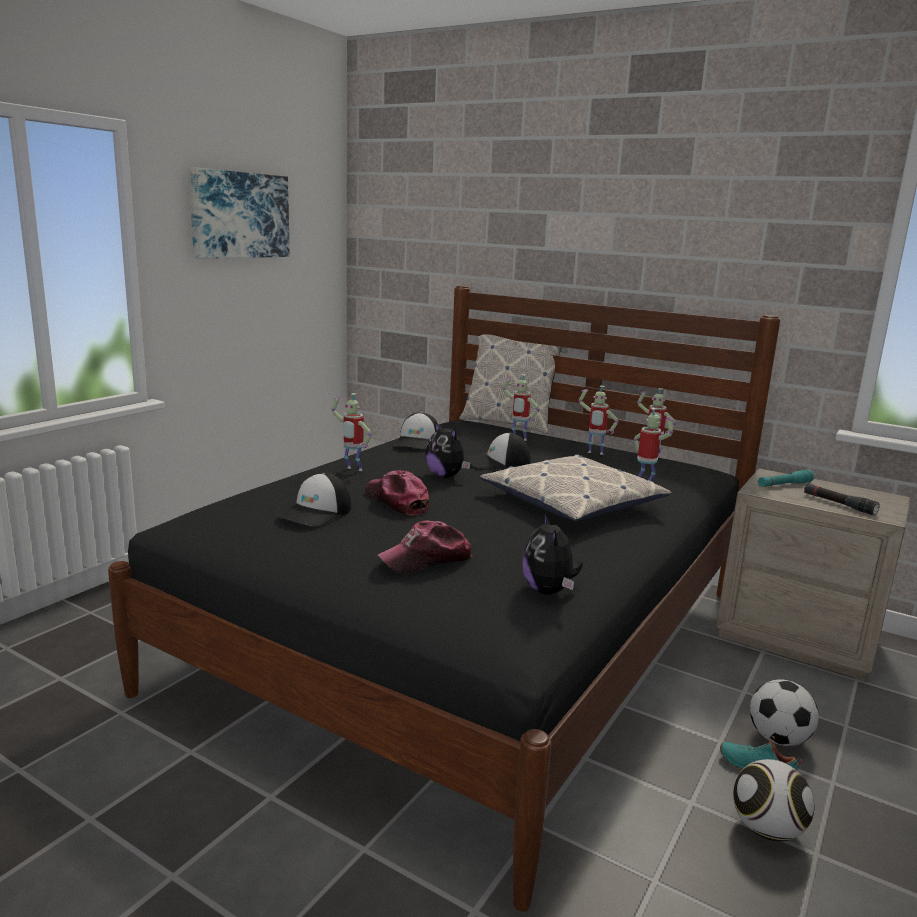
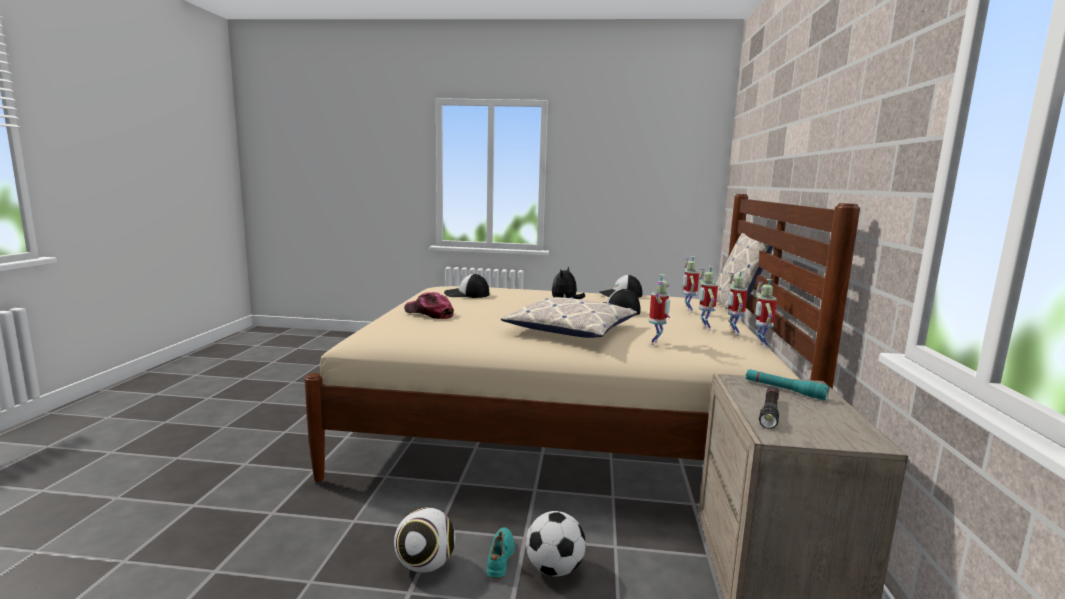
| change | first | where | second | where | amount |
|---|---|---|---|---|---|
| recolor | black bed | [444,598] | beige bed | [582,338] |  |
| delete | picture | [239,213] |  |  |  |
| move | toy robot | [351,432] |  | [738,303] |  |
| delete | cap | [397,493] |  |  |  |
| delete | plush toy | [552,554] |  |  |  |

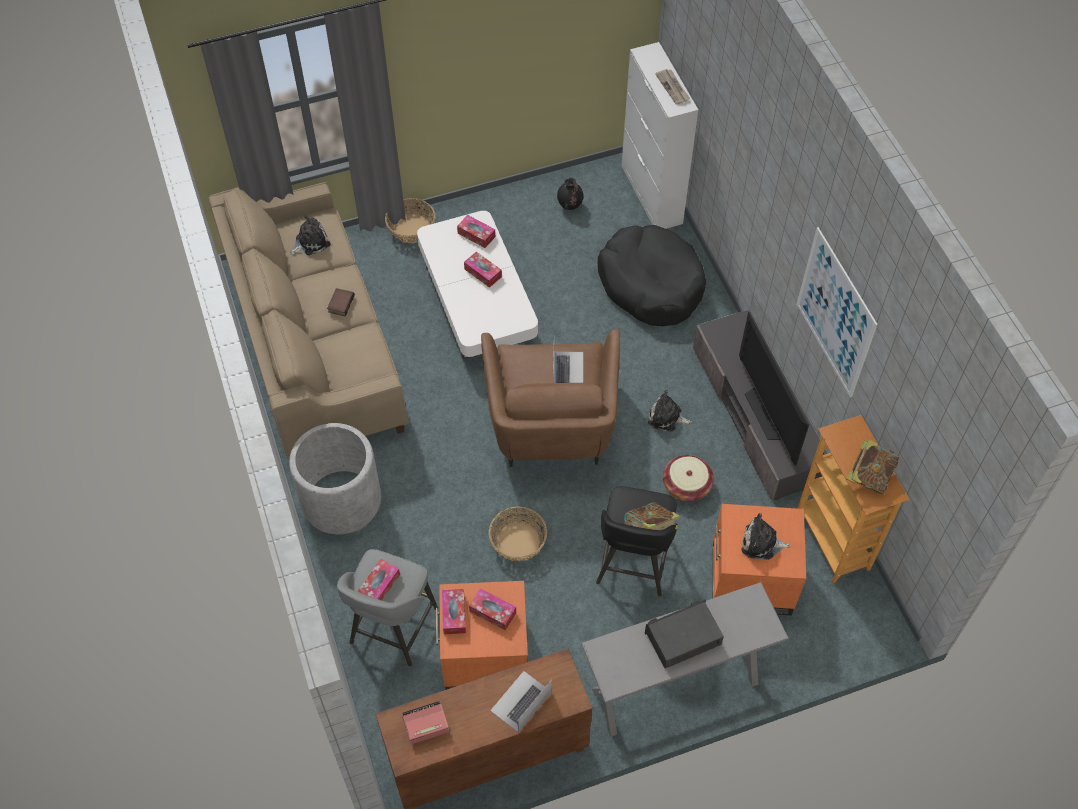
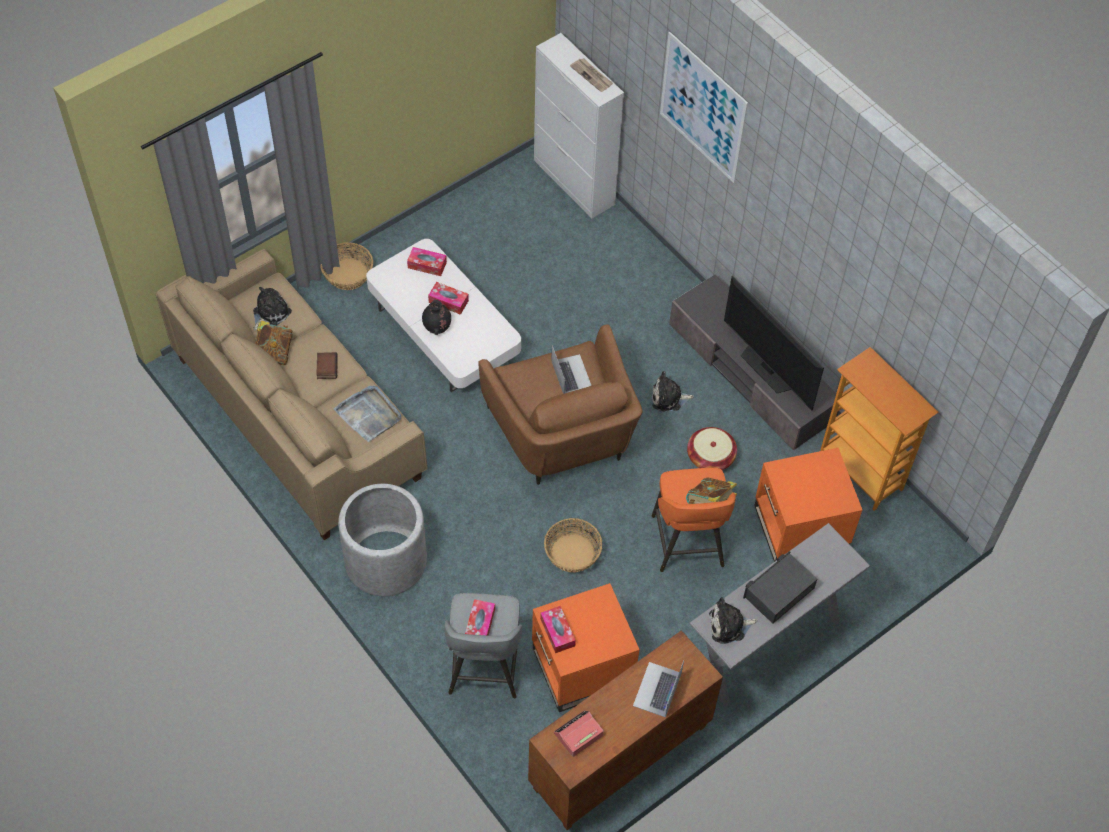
| change | first | where | second | where | amount |
|---|---|---|---|---|---|
| delete | tissue box | [492,609] |  |  |  |
| move | black vase | [570,194] |  | [436,317] |  |
| recolor | black stool | [636,541] | orange stool | [694,520] |  |
| delete | black dog bed | [652,275] |  |  |  |
| move | plush toy | [766,536] |  | [733,620] |  |
| move | picture | [837,312] |  | [704,107] |  |
| move | book | [872,467] |  | [274,343] |  |
| insert |  |  | grey tray | [367,413] |  |

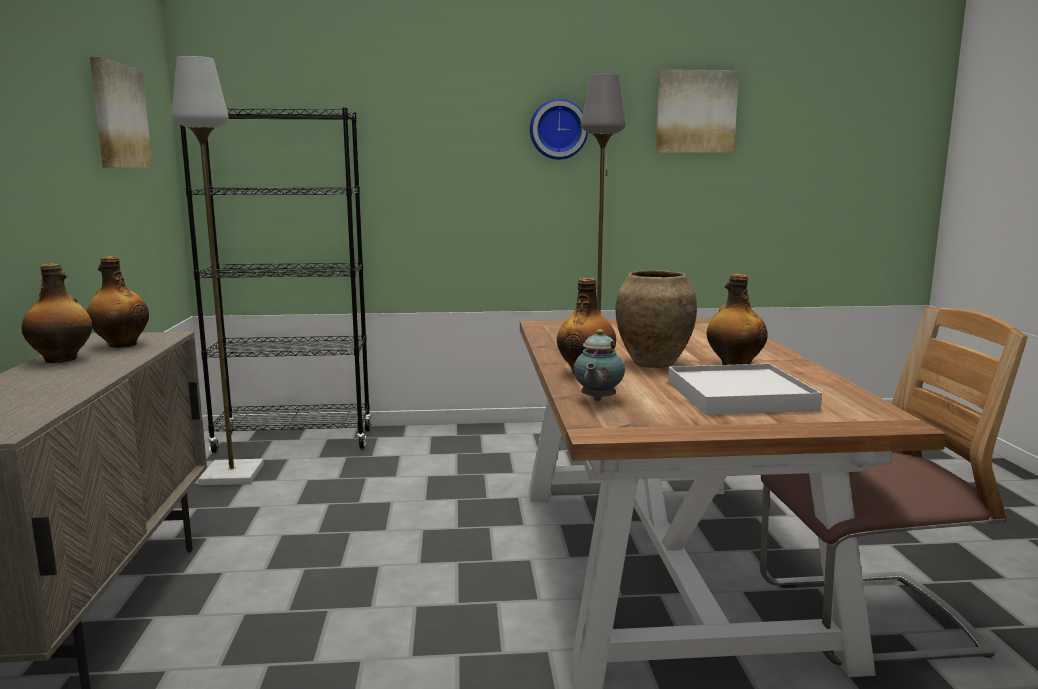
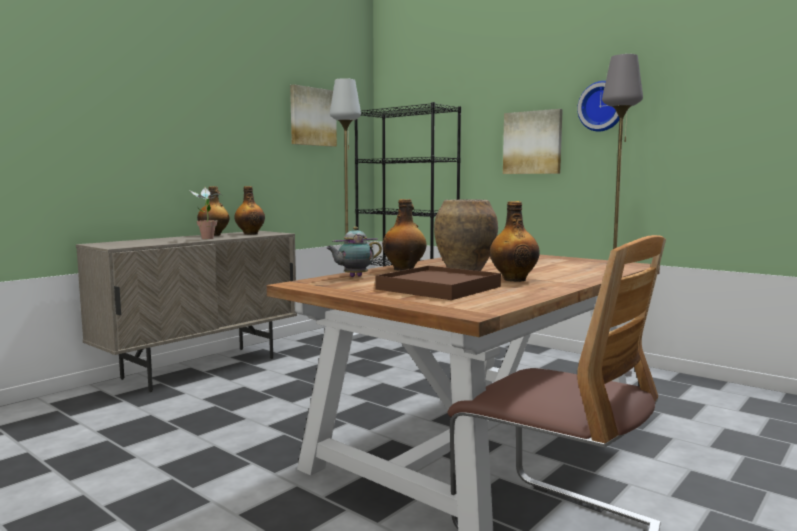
| change | first | where | second | where | amount |
|---|---|---|---|---|---|
| move | picture | [697,111] |  | [533,141] |  |
| recolor | white tray | [745,389] | brown tray | [438,283] |  |
| insert |  |  | potted plant | [205,213] |  |

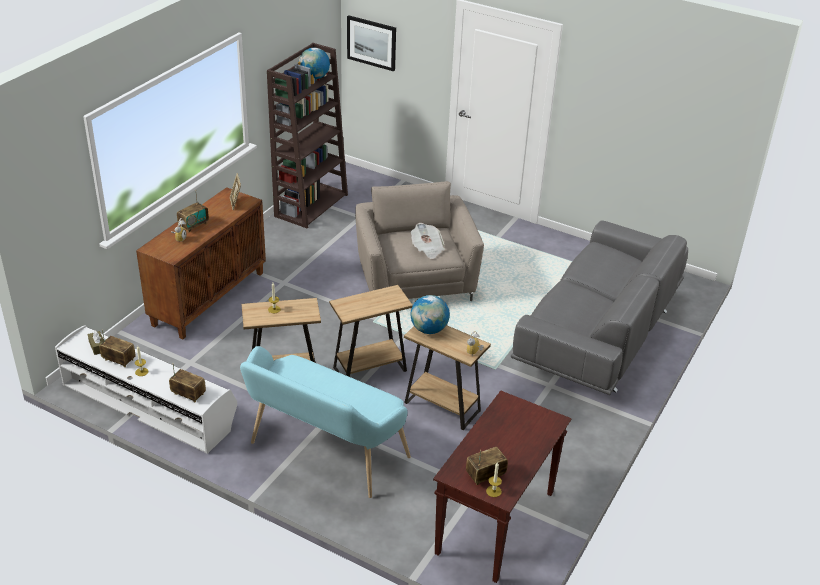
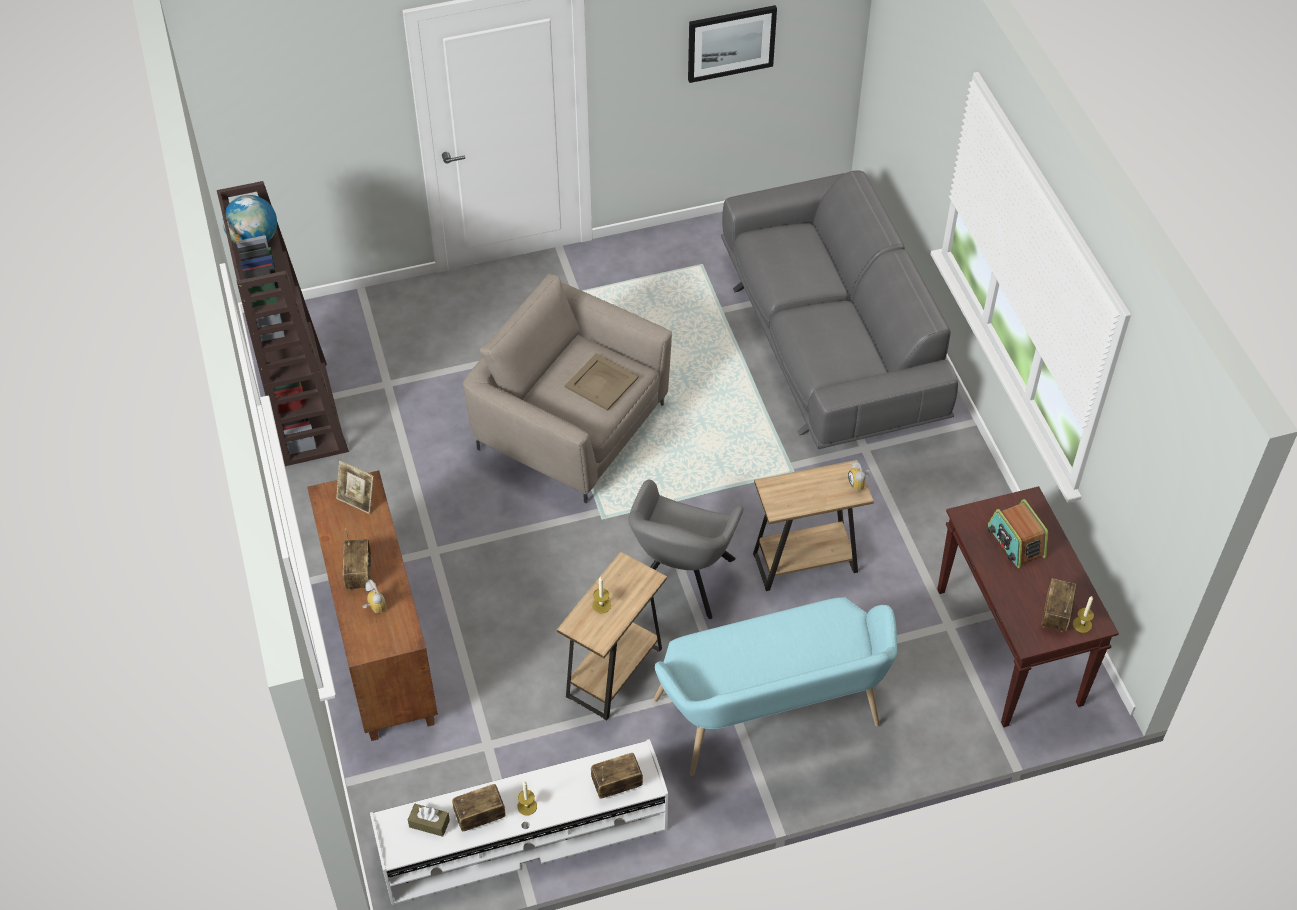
| change | first | where | second | where | amount |
|---|---|---|---|---|---|
| replace | brown side table | [371,331] | grey armchair | [686,549] |  |
| move | picture | [371,43] |  | [732,44] |  |
| replace | newspaper | [428,241] | beige tray | [602,382] |  |
| delete | globe | [430,314] |  |  |  |
| insert |  |  | radio | [1018,533] |  |

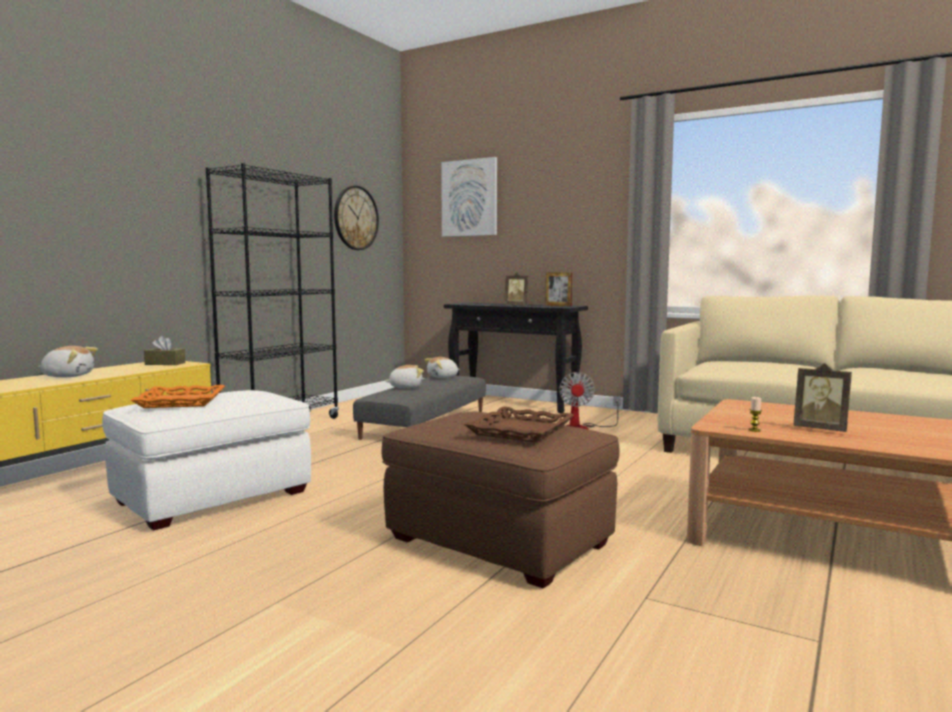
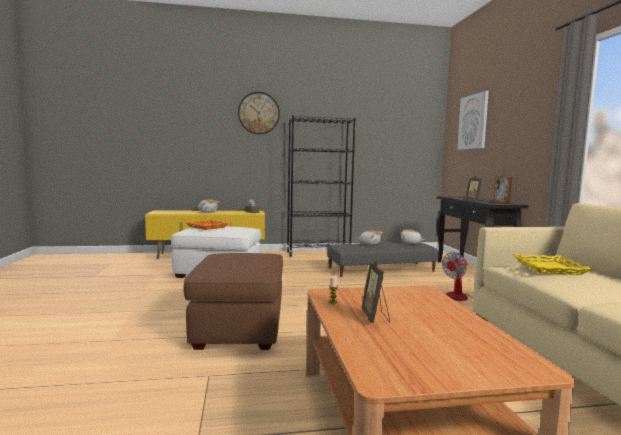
| change | first | where | second | where | amount |
|---|---|---|---|---|---|
| move | wall clock | [356,218] |  | [259,113] |  |
| delete | brown tray | [519,424] |  |  |  |
| insert |  |  | yellow tray | [552,264] |  |

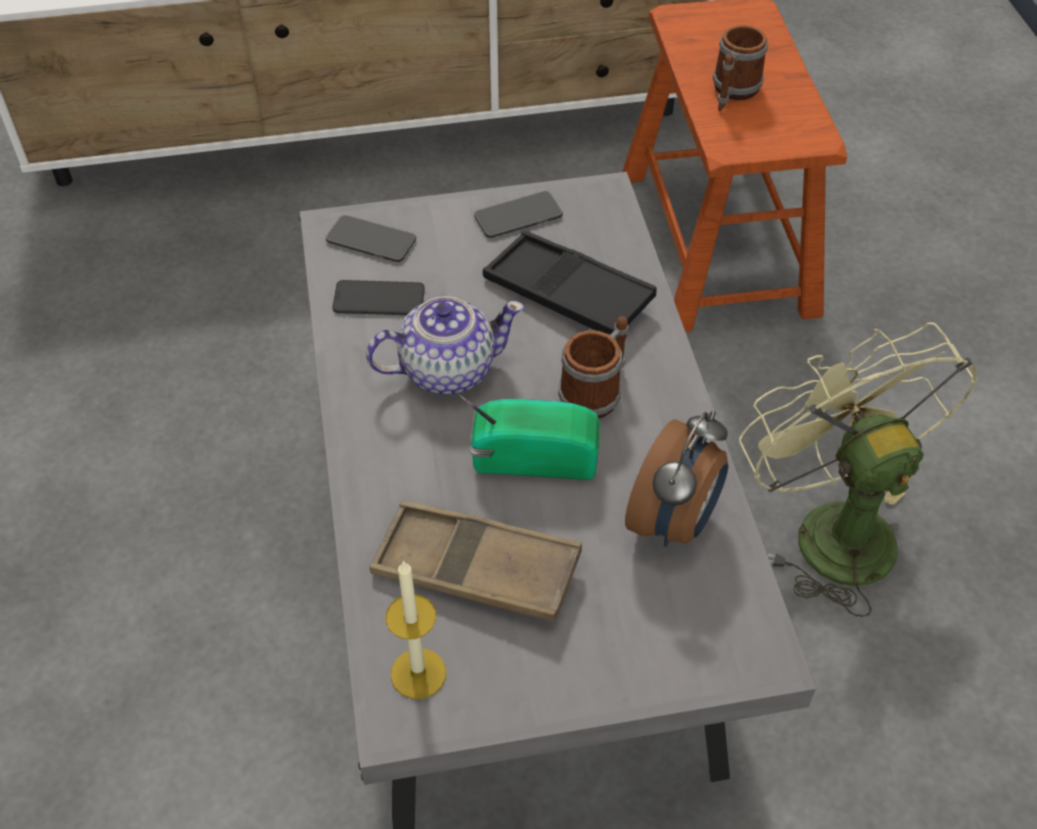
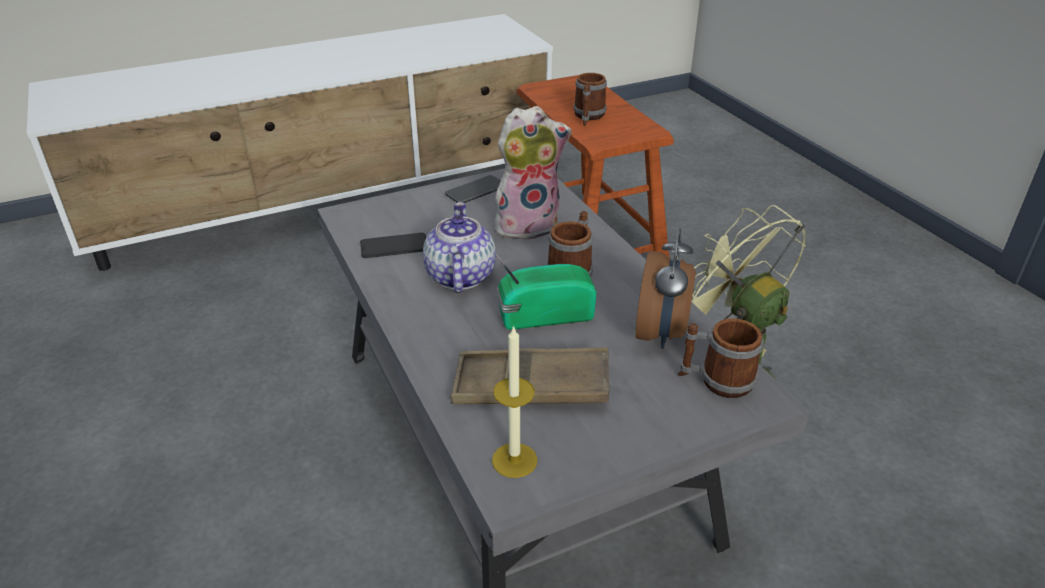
| change | first | where | second | where | amount |
|---|---|---|---|---|---|
| delete | phone | [371,238] |  |  |  |
| rotate | teapot | [445,345] |  | [459,247] | 60 degrees counterclockwise |
| replace | black tray | [569,283] | plush toy | [533,173] |  |
| insert |  |  | mug | [721,358] |  |

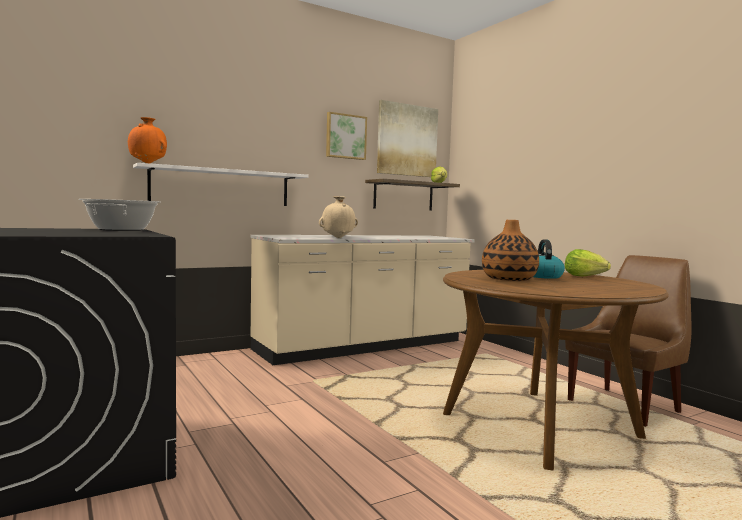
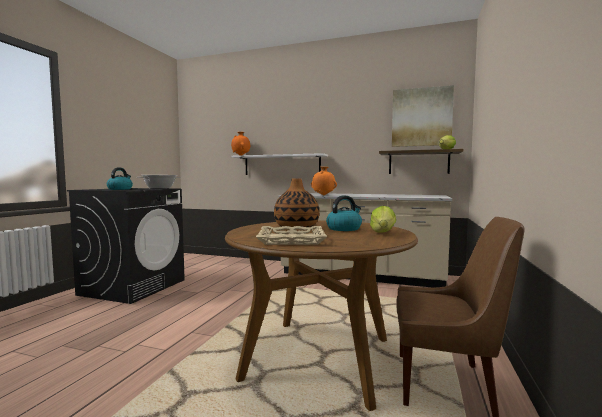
| change | first | where | second | where | amount |
|---|---|---|---|---|---|
| recolor | beige vase | [338,217] | orange vase | [324,181] |  |
| delete | picture | [346,136] |  |  |  |
| insert |  |  | kettle | [120,179] |  |
| insert |  |  | beige tray | [292,235] |  |

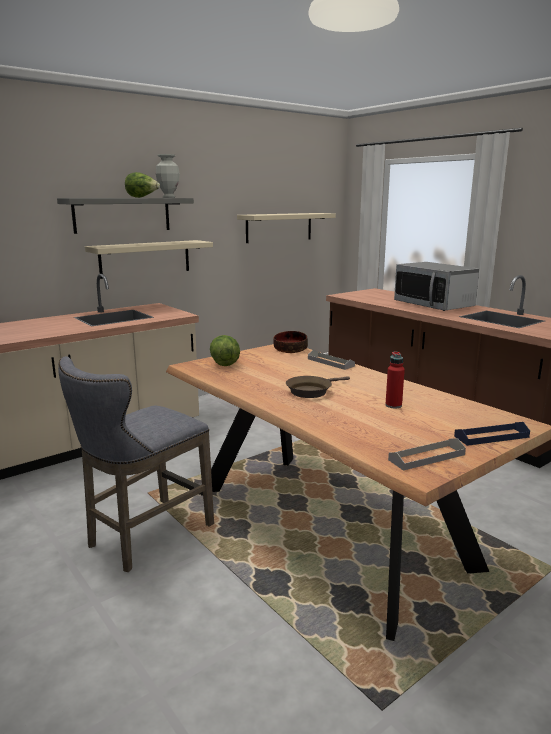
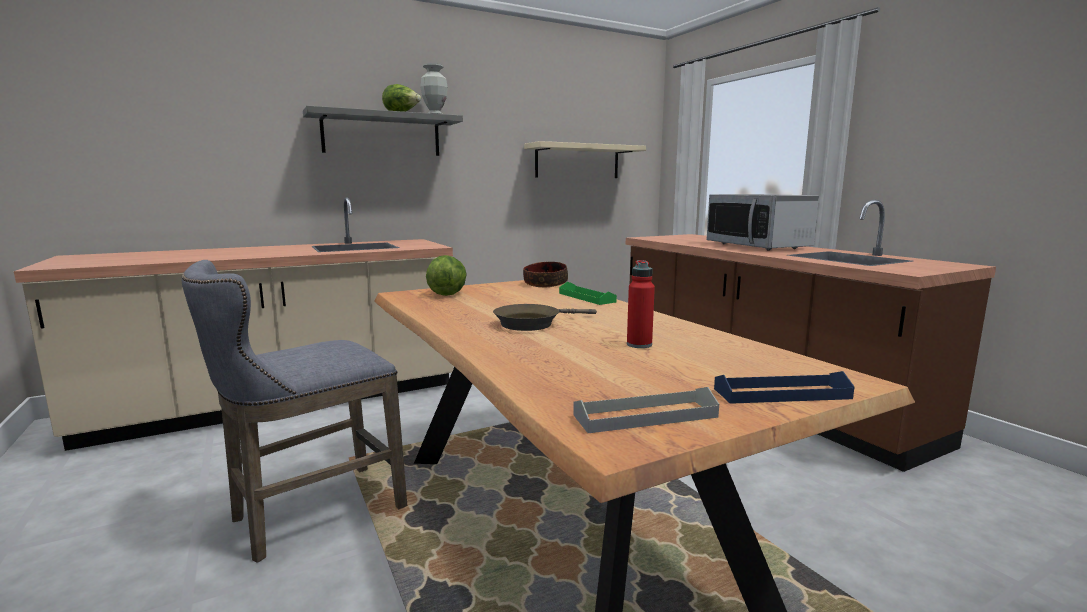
| change | first | where | second | where | amount |
|---|---|---|---|---|---|
| delete | beige shelf | [149,259] |  |  |  |
| recolor | grey tray | [331,360] | green tray | [588,293] |  |

